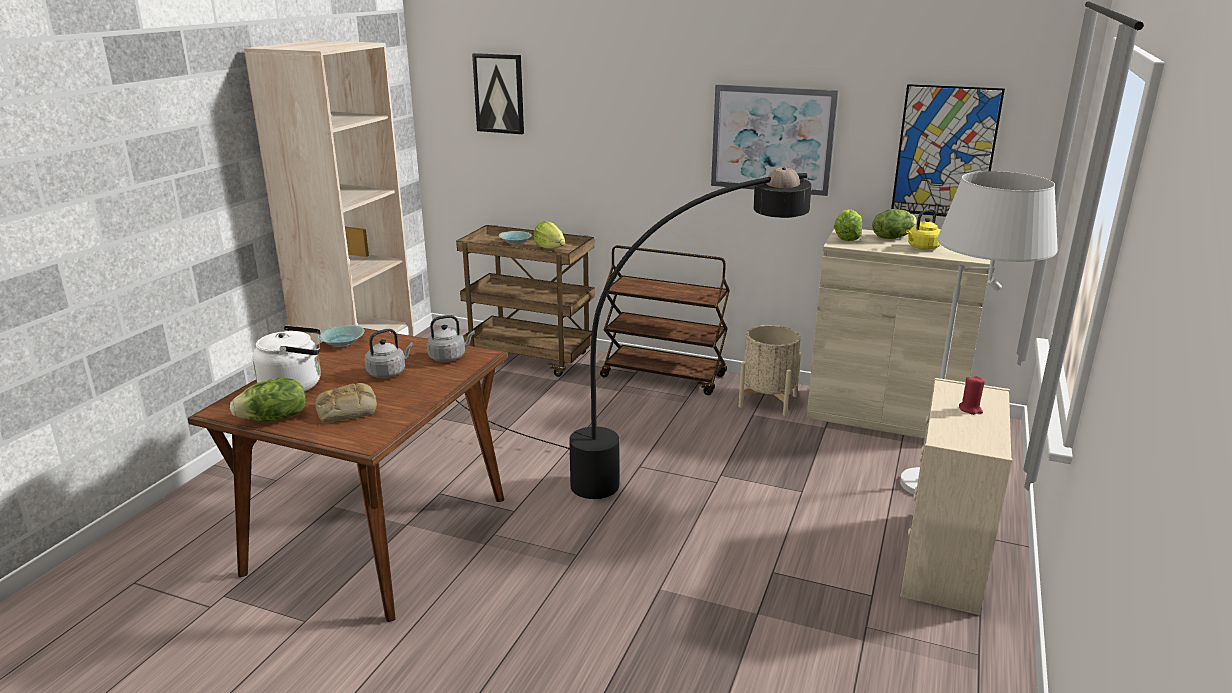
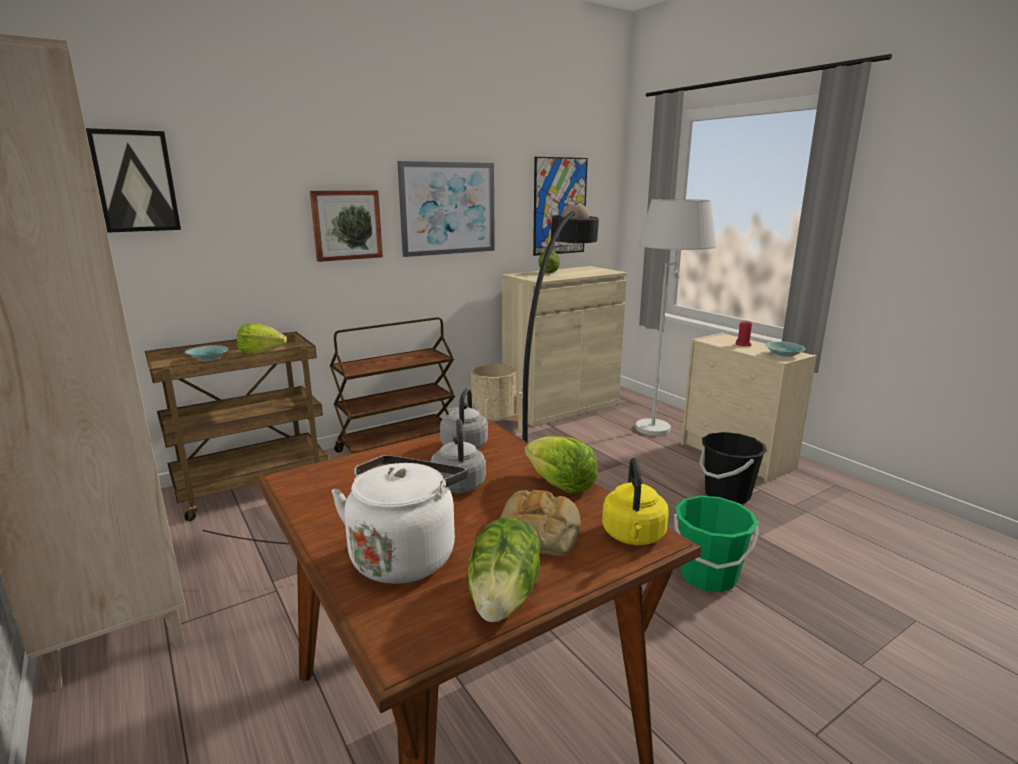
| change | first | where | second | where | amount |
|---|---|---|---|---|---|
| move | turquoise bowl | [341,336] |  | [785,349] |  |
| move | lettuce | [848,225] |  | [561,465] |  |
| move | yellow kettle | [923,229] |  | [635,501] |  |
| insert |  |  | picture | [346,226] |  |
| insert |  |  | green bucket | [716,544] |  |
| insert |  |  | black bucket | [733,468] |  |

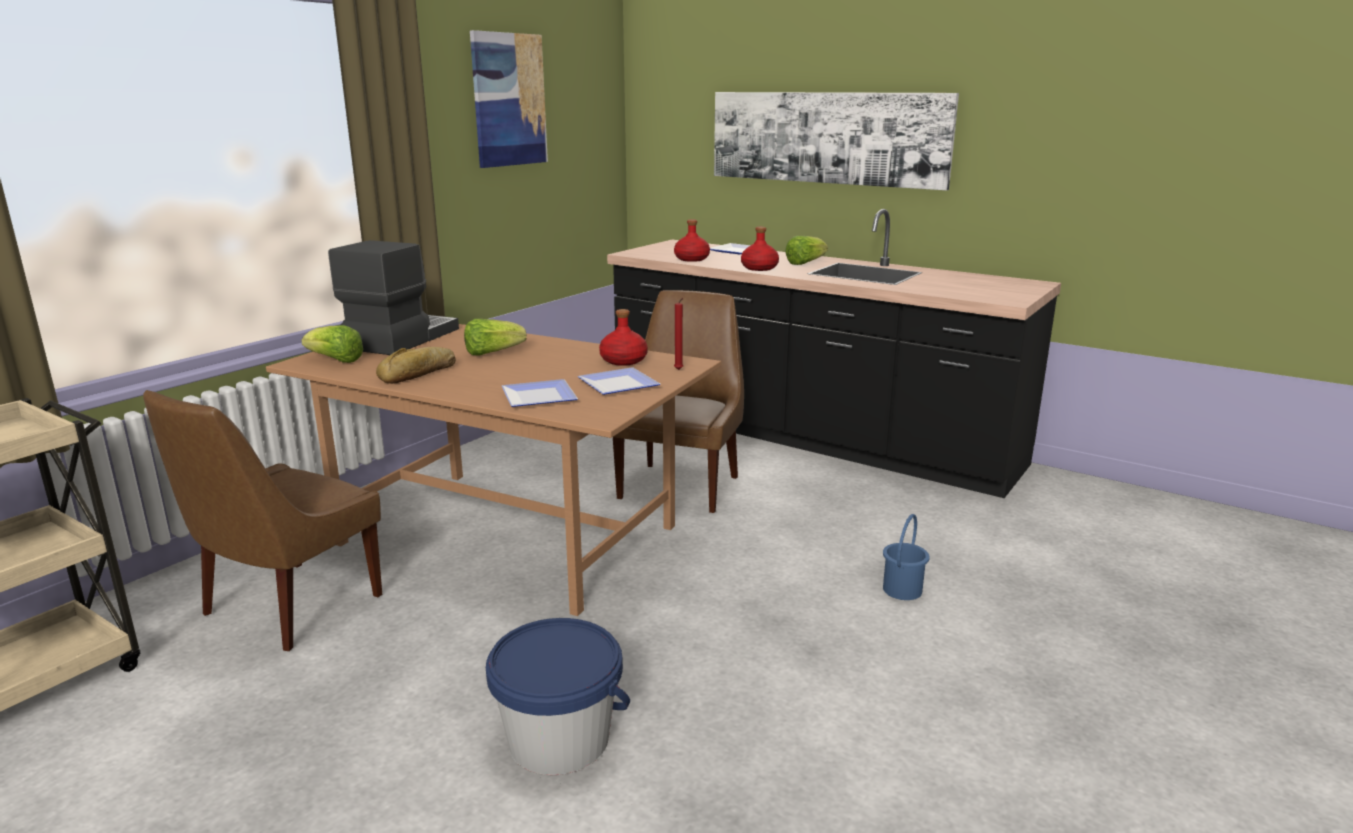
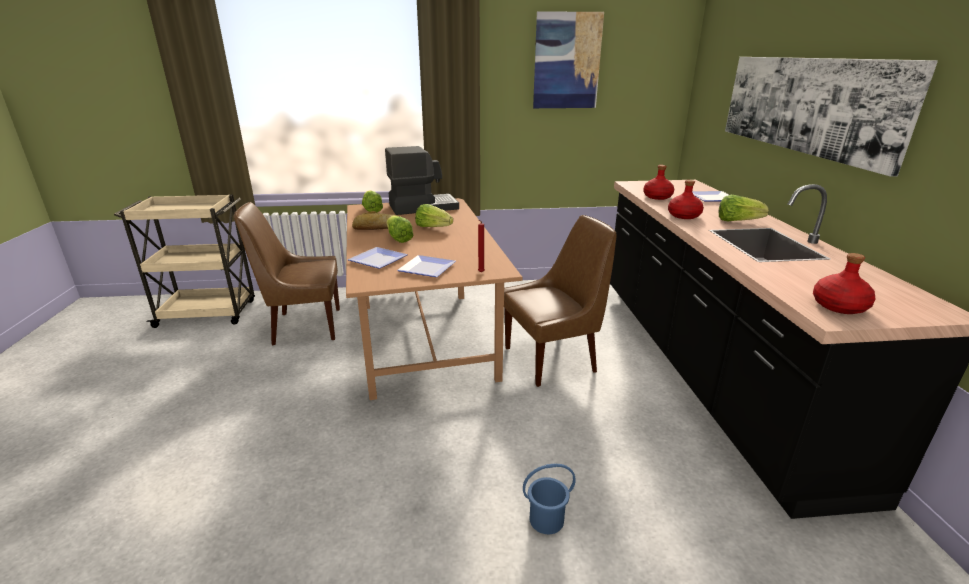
| change | first | where | second | where | amount |
|---|---|---|---|---|---|
| delete | blue bucket | [558,696] |  |  |  |
| move | red bottle | [623,337] |  | [844,283] |  |
| insert |  |  | lettuce | [400,229] |  |

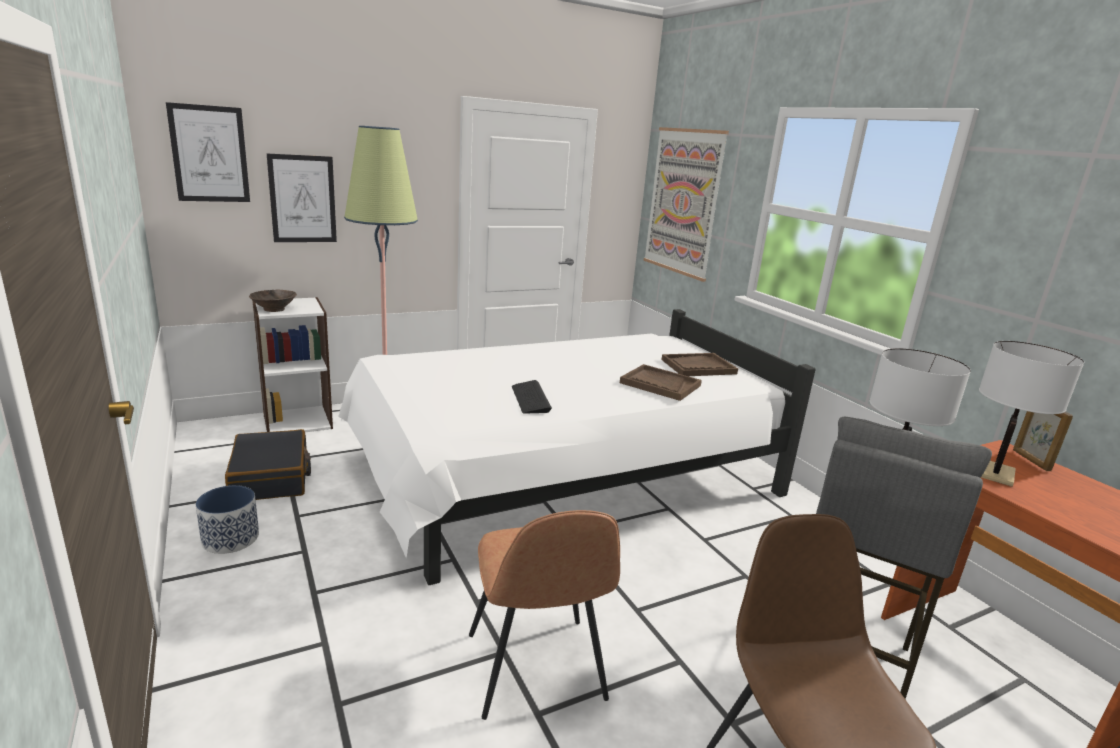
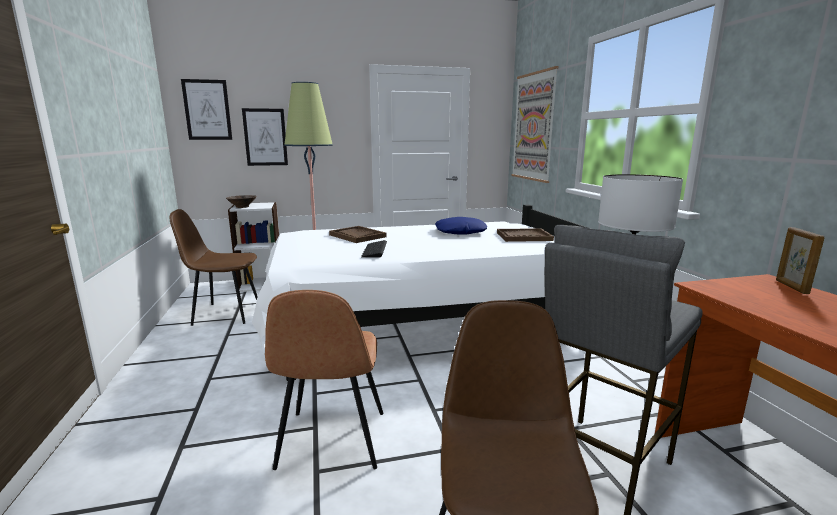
| change | first | where | second | where | amount |
|---|---|---|---|---|---|
| delete | planter | [227,519] |  |  |  |
| replace | black suitcase | [268,464] | brown chair | [214,267] |  |
| move | brown tray | [661,382] |  | [357,234] |  |
| delete | white table lamp | [1032,414] |  |  |  |
| insert |  |  | blue pillow | [461,226] |  |

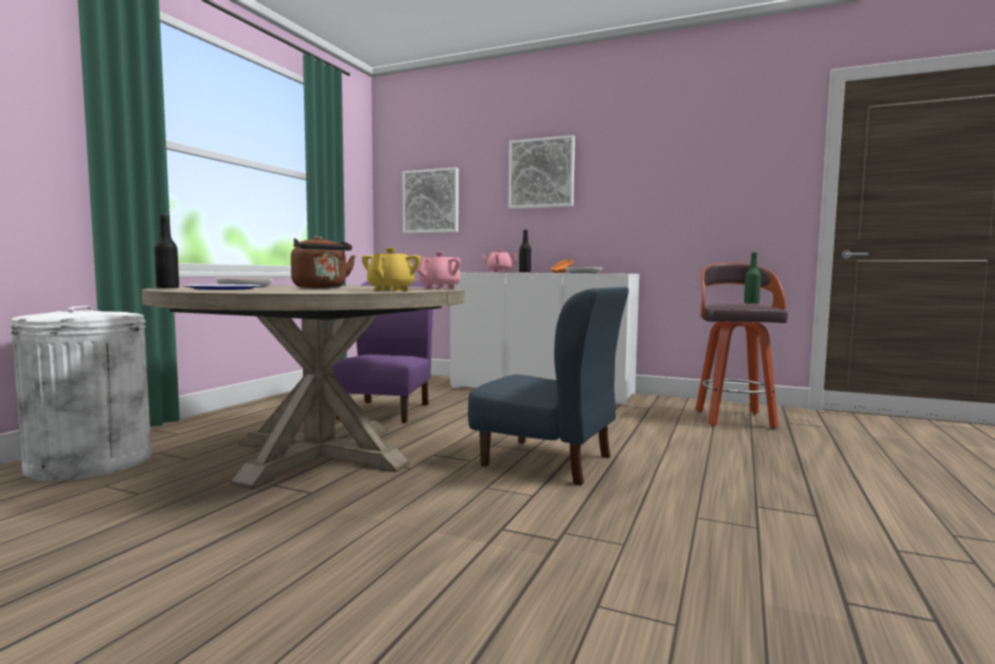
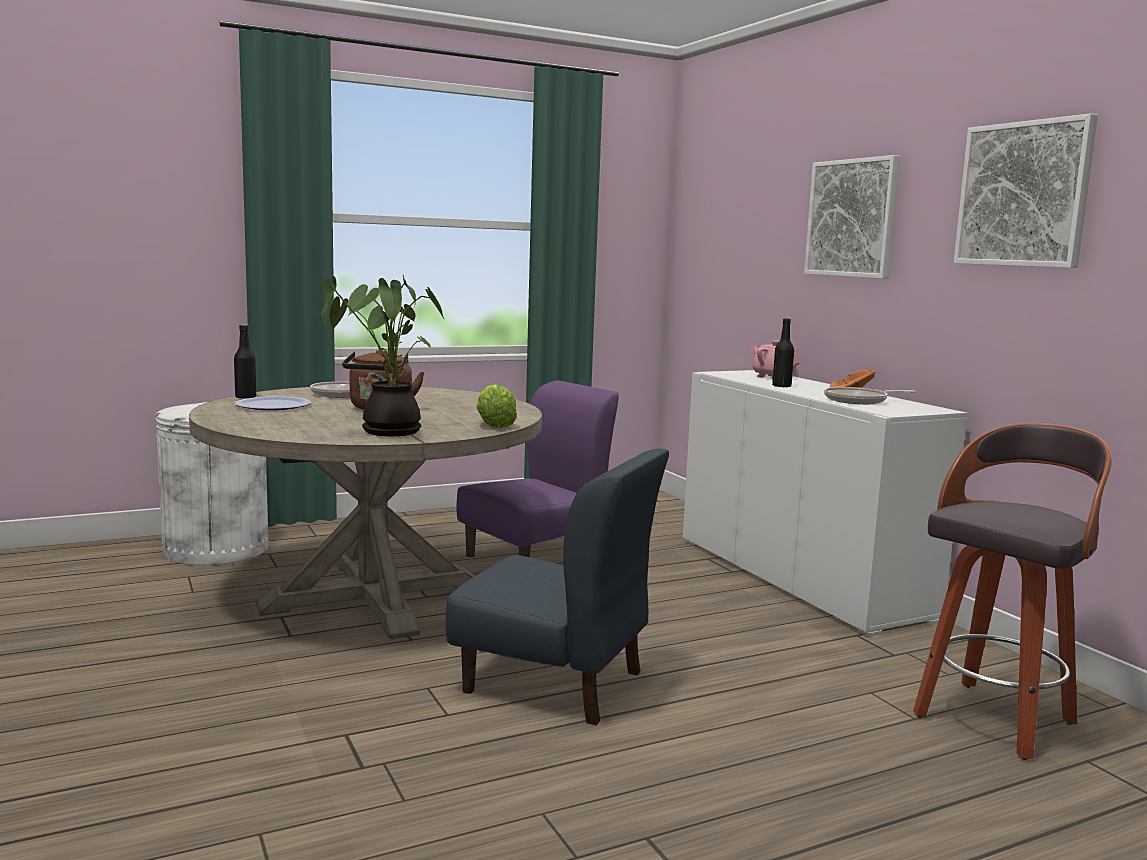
| change | first | where | second | where | amount |
|---|---|---|---|---|---|
| replace | yellow teapot | [391,269] | potted plant | [383,355] |  |
| move | picture | [430,200] |  | [1025,190] |  |
| replace | pink teapot | [438,270] | lettuce | [496,406] |  |
| rotate | blue chair | [548,386] |  | [557,587] | 45 degrees counterclockwise |
| delete | green bottle | [752,278] |  |  |  |

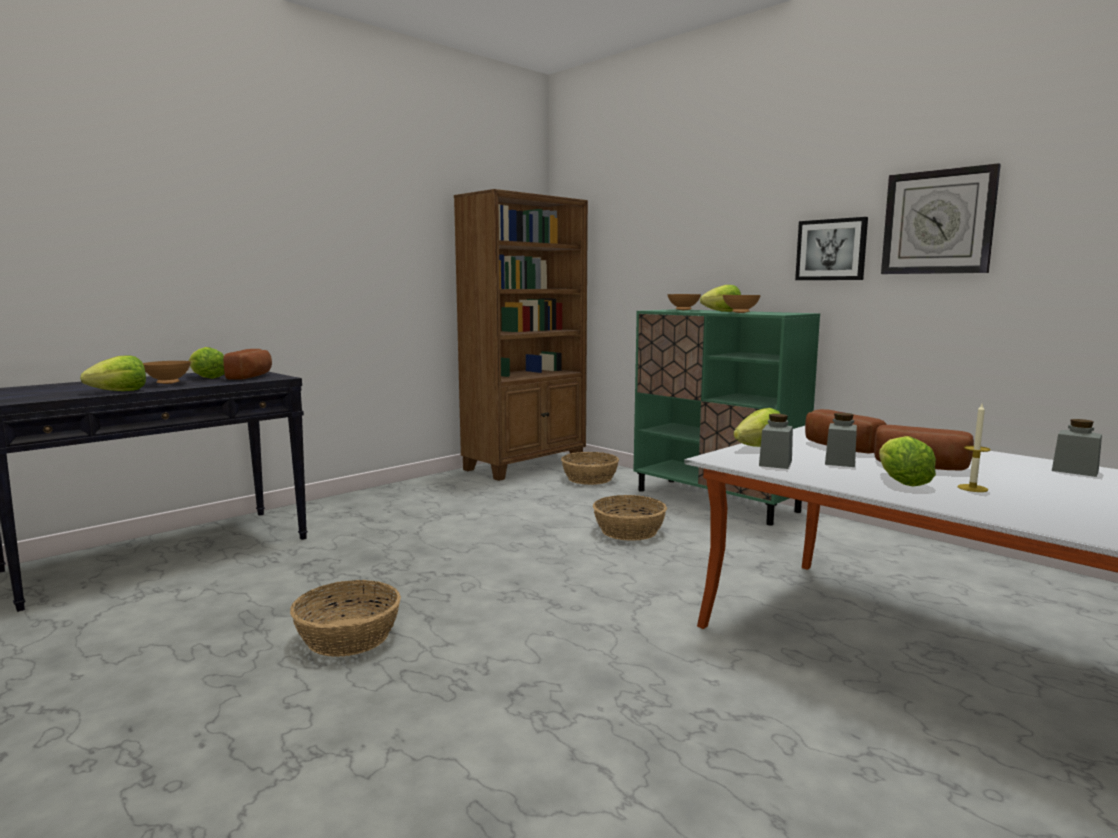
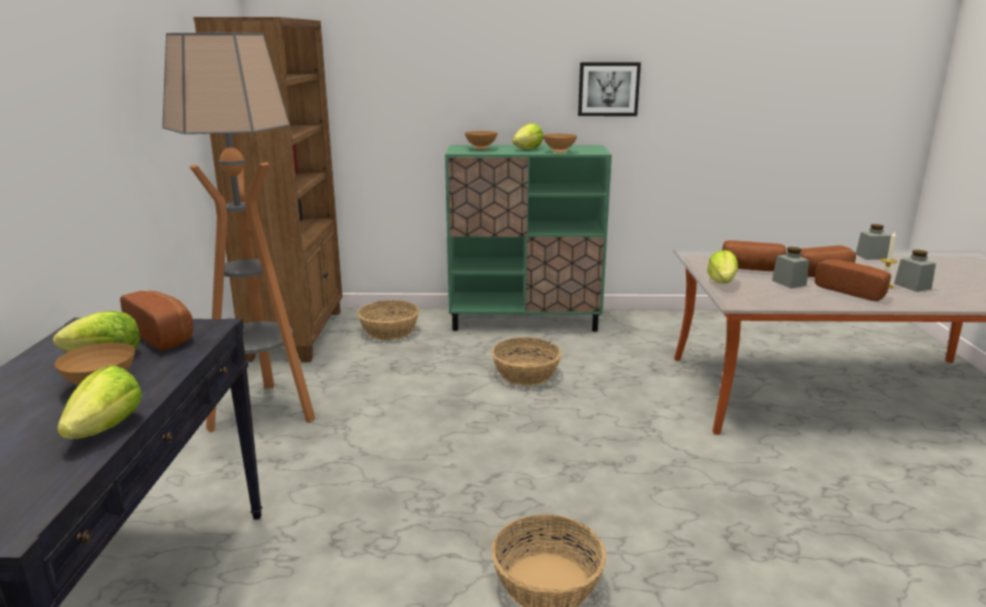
| change | first | where | second | where | amount |
|---|---|---|---|---|---|
| move | grey jar | [776,441] |  | [915,271] |  |
| replace | lettuce | [907,461] | bread | [853,280] |  |
| delete | wall clock | [941,218] |  |  |  |
| insert |  |  | floor lamp | [238,232] |  |

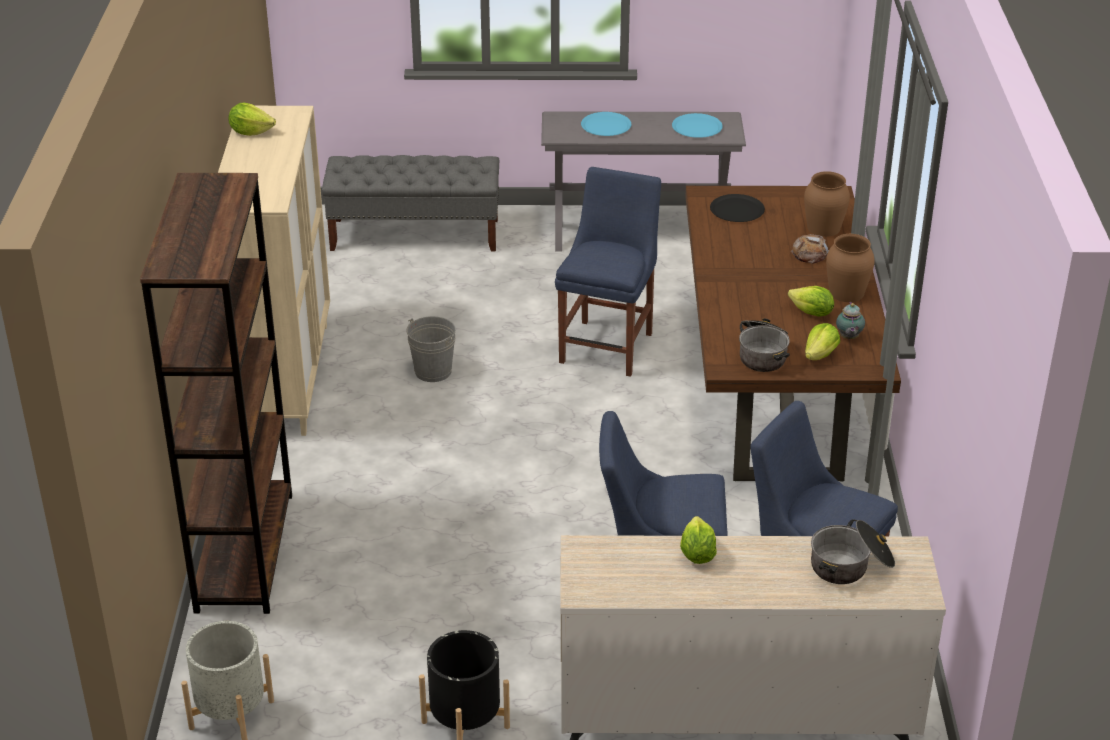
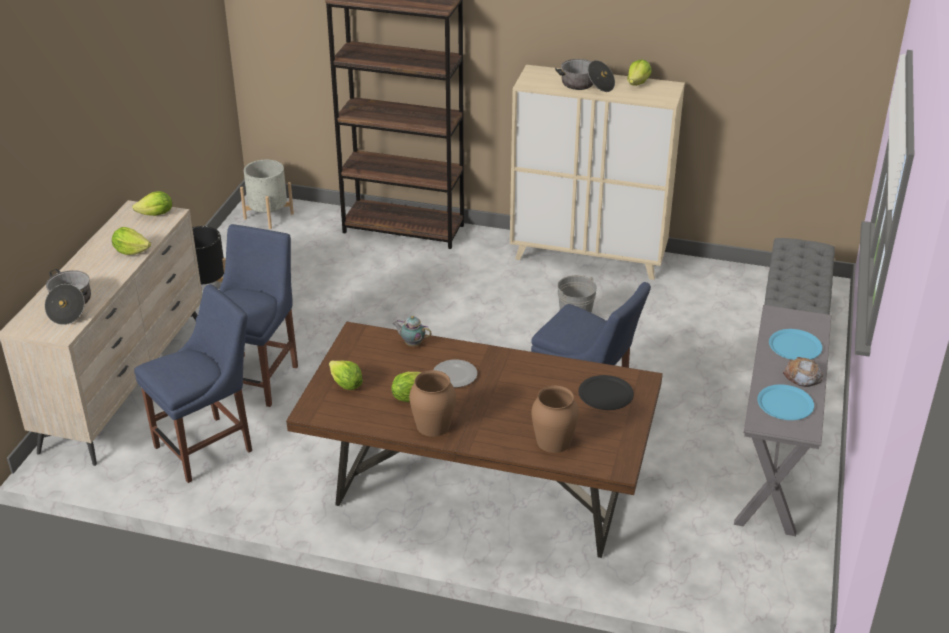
| change | first | where | second | where | amount |
|---|---|---|---|---|---|
| move | cooking pot | [764,345] |  | [585,75] |  |
| move | bread | [809,249] |  | [803,372] |  |
| move | teapot | [850,320] |  | [412,331] |  |
| insert |  |  | lettuce | [152,203] |  |
| insert |  |  | plate | [455,373] |  |

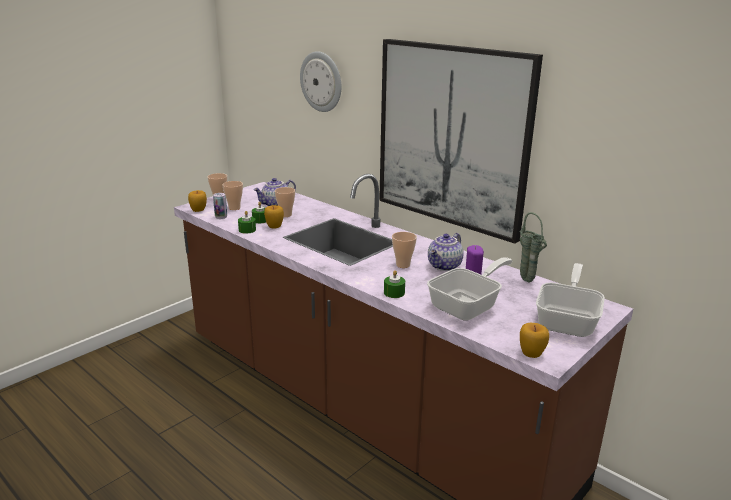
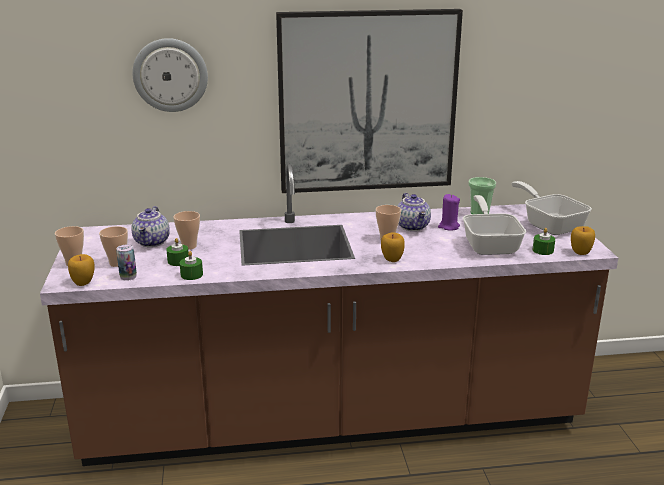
| change | first | where | second | where | amount |
|---|---|---|---|---|---|
| move | apple | [274,217] |  | [393,247] |  |
| move | green candle | [394,284] |  | [544,241] |  |
| replace | green vase | [533,247] | cup | [482,195] |  |

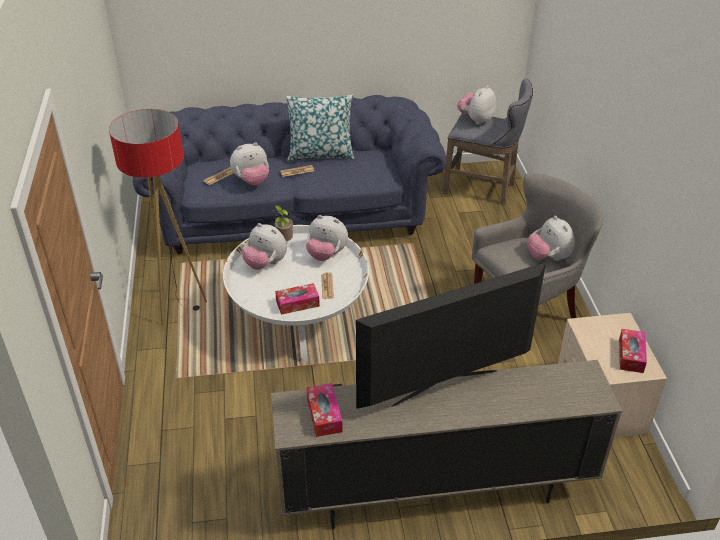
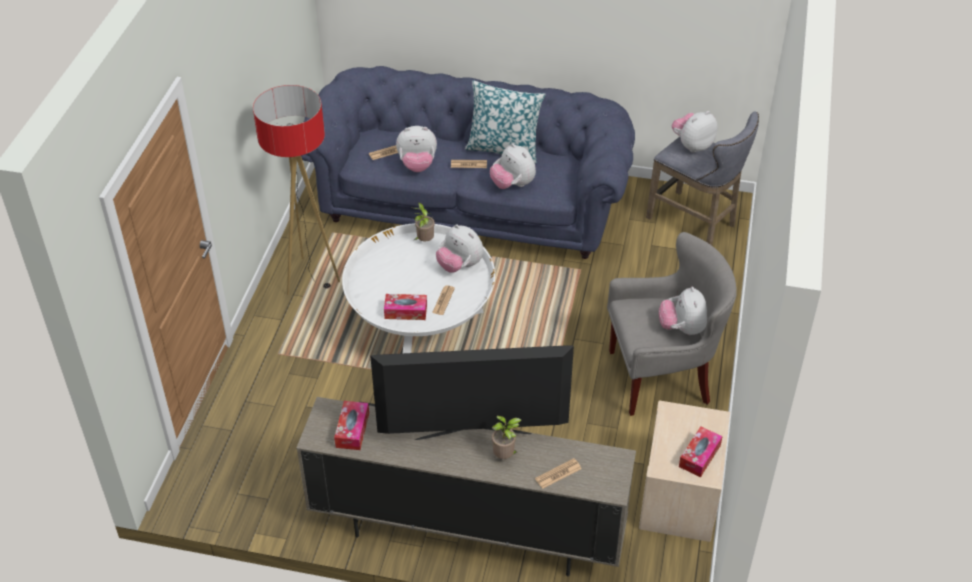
| change | first | where | second | where | amount |
|---|---|---|---|---|---|
| move | plush toy | [264,246] |  | [513,166] |  |
| insert |  |  | potted plant | [507,437] |  |
| insert |  |  | newspaper | [558,473] |  |

